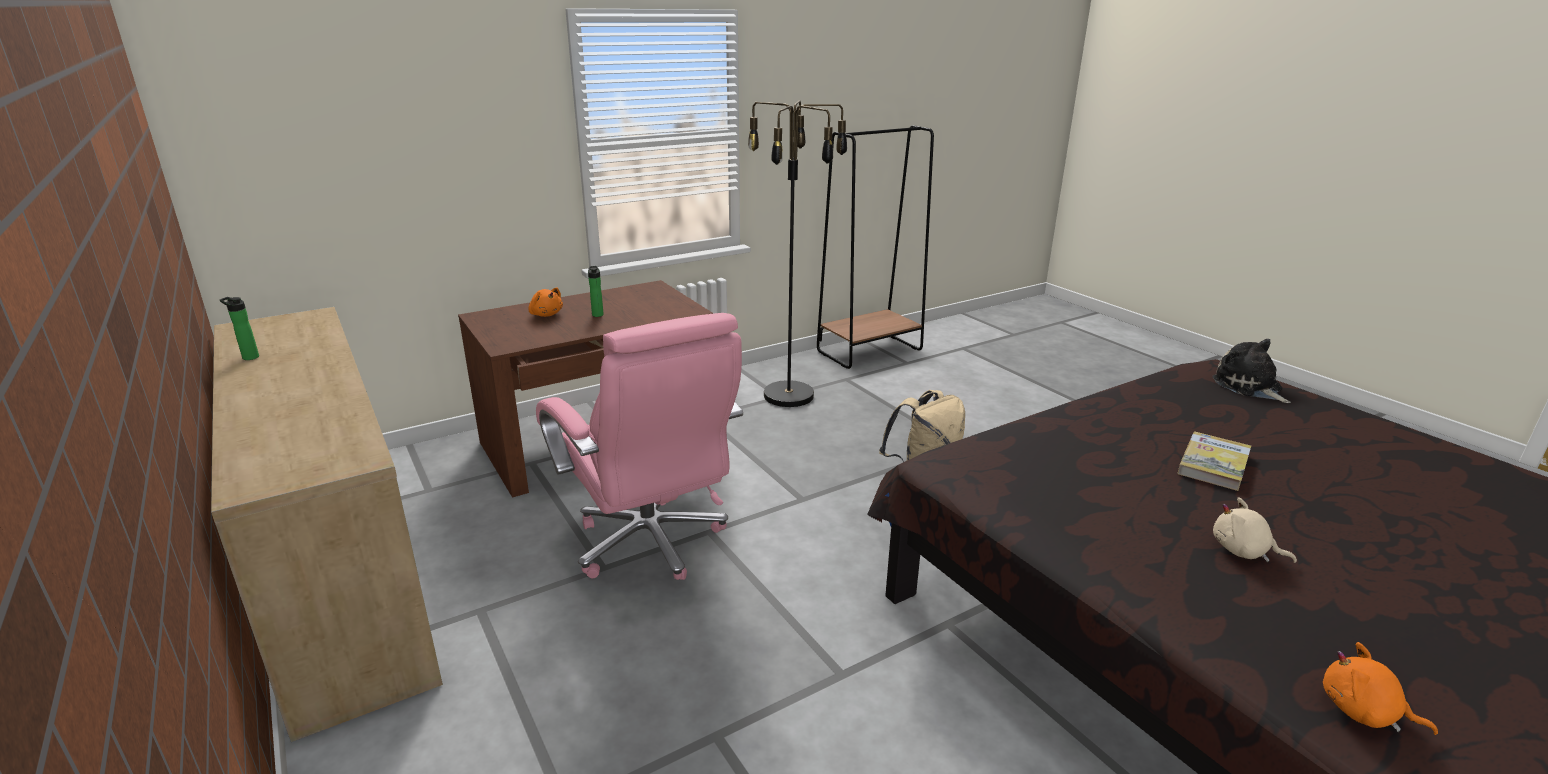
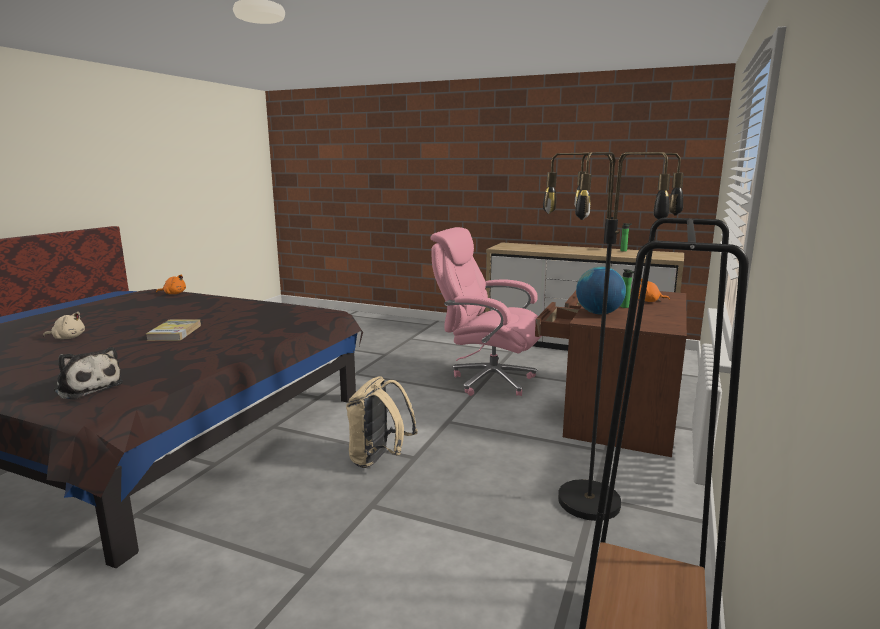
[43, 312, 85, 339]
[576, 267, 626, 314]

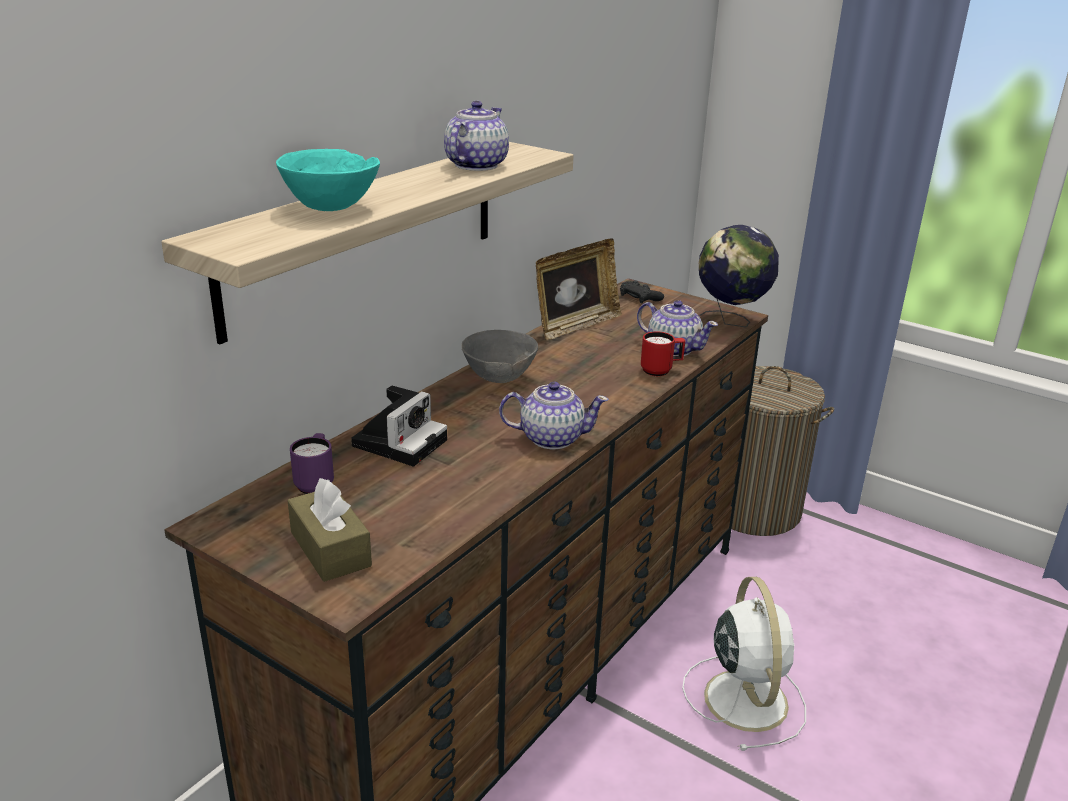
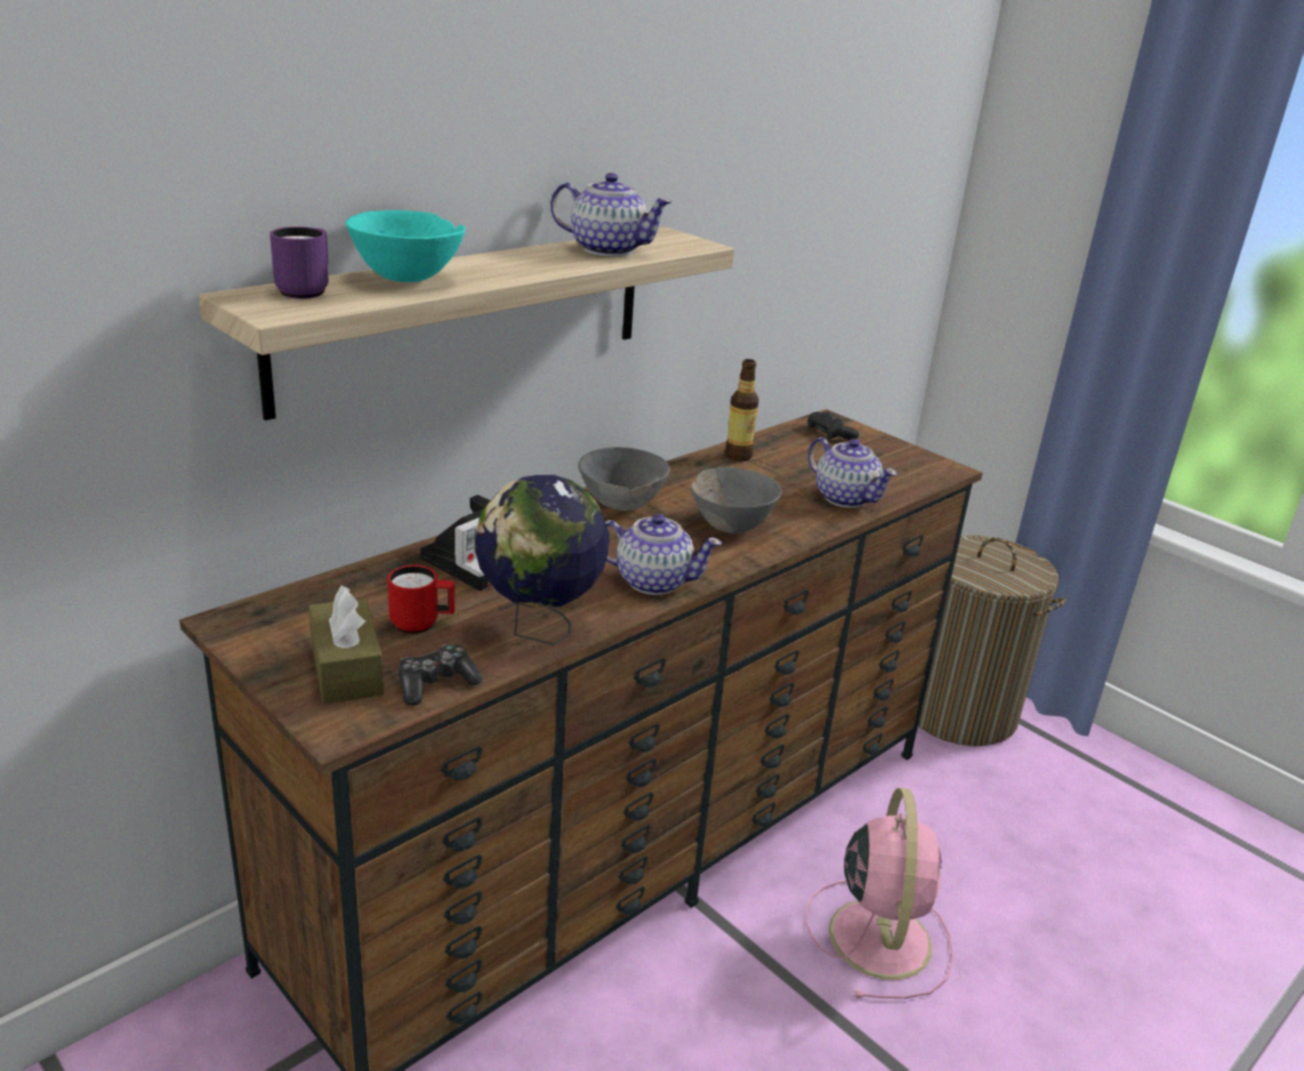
[270, 227, 328, 299]
[550, 173, 672, 257]
[725, 359, 759, 461]
[388, 565, 455, 634]
[806, 788, 954, 999]
[474, 475, 610, 645]
[398, 644, 482, 706]
[691, 467, 782, 534]

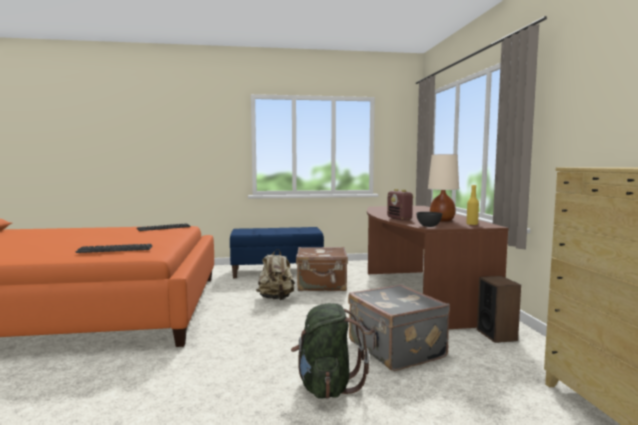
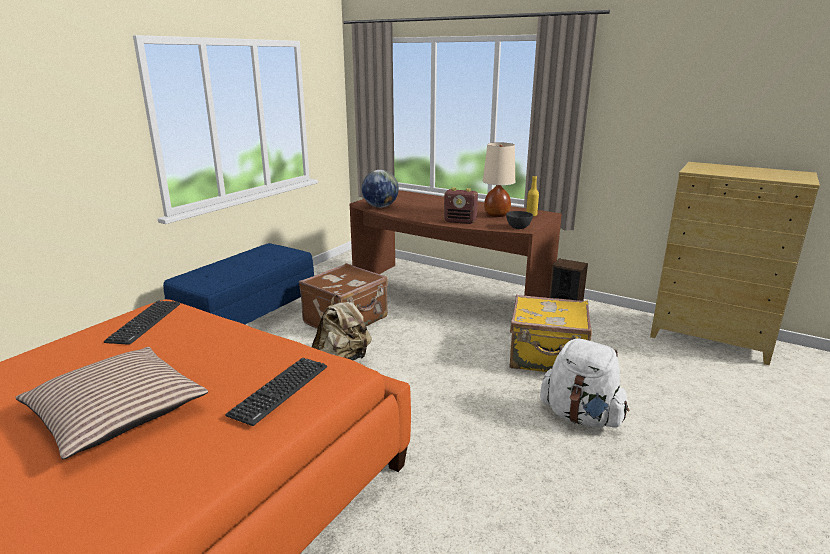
[540, 339, 629, 428]
[509, 294, 592, 372]
[15, 347, 208, 460]
[362, 170, 399, 208]

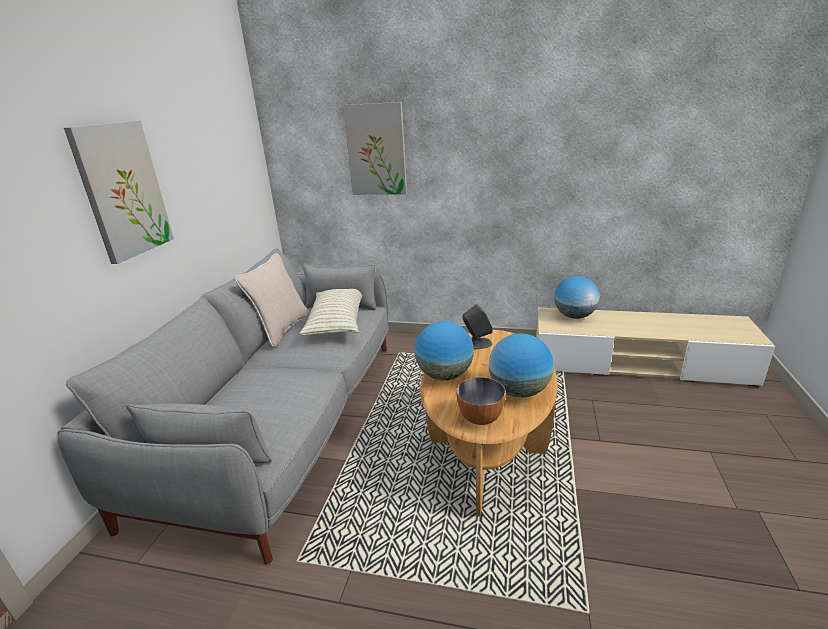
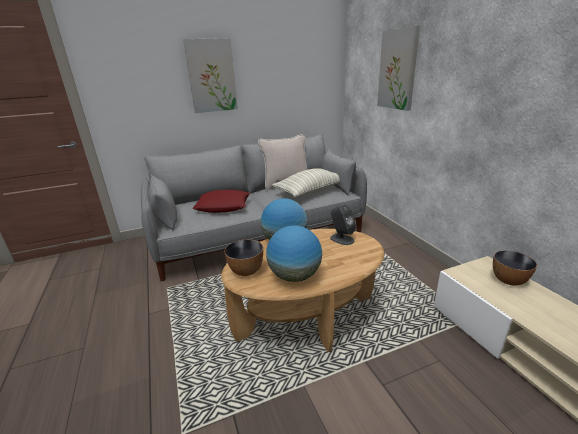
[493, 250, 537, 286]
[193, 190, 250, 213]

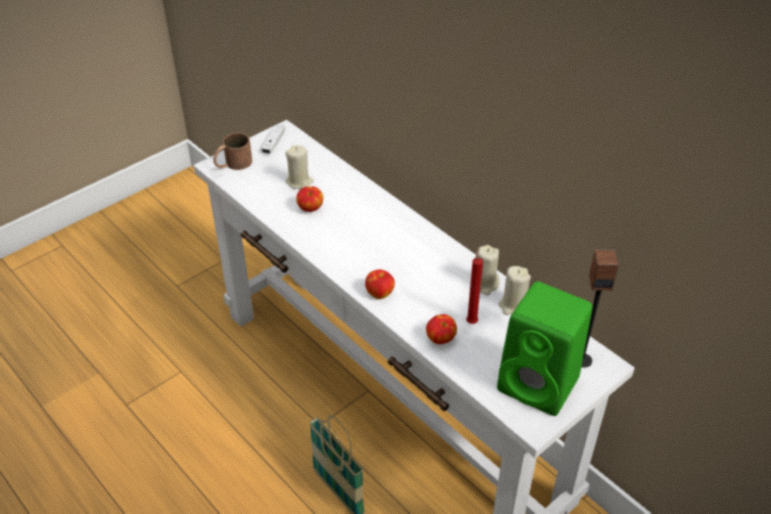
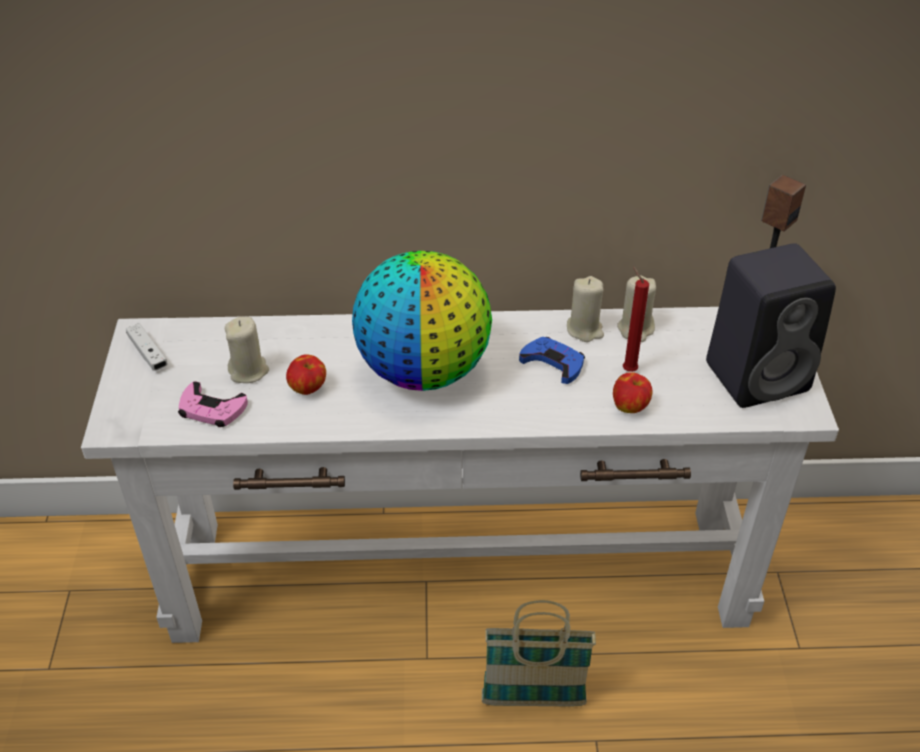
[213, 133, 252, 170] (first image)
[365, 269, 395, 299] (first image)
[706, 243, 836, 408]
[178, 381, 248, 427]
[352, 251, 492, 391]
[519, 337, 585, 384]

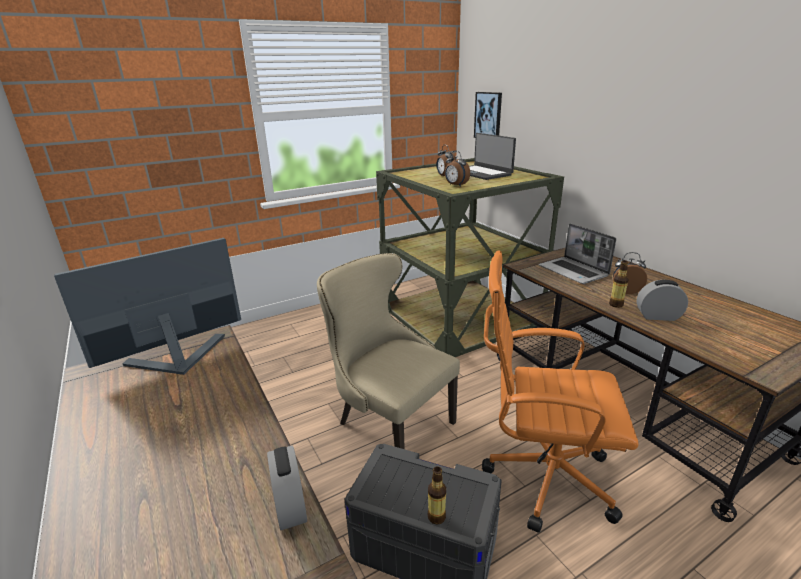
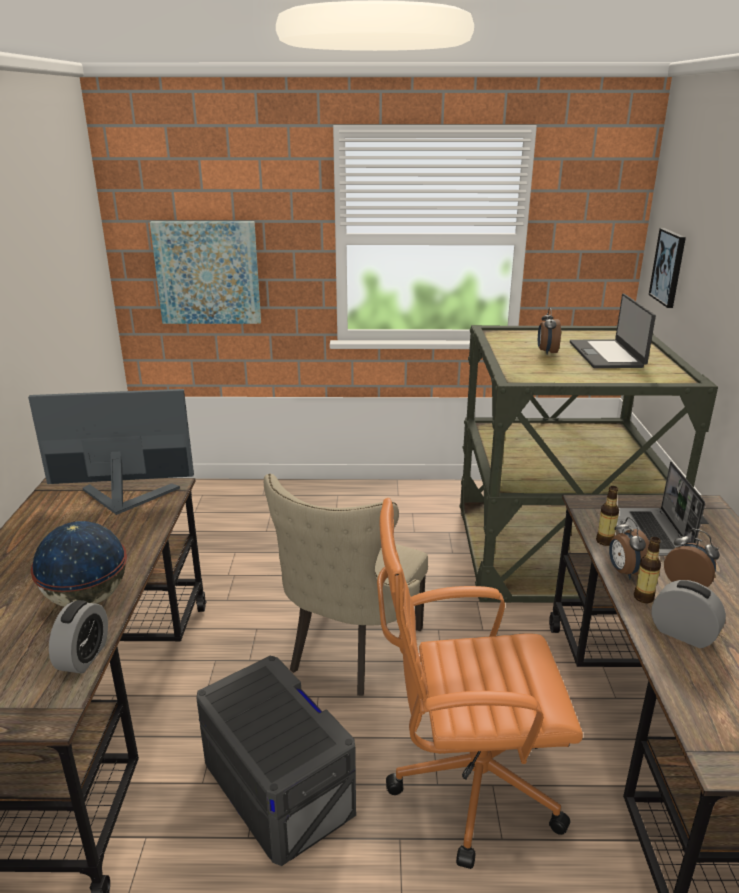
[264, 473, 428, 696]
[596, 486, 619, 546]
[609, 517, 649, 580]
[377, 498, 583, 869]
[31, 521, 127, 607]
[150, 221, 261, 324]

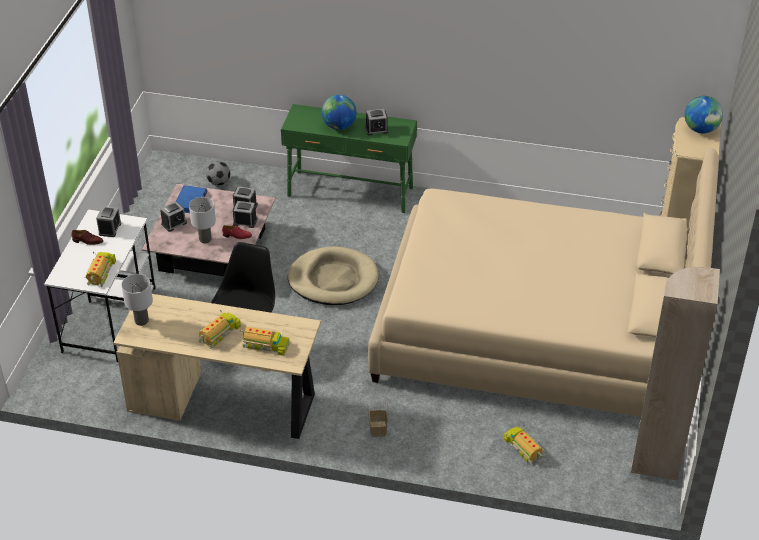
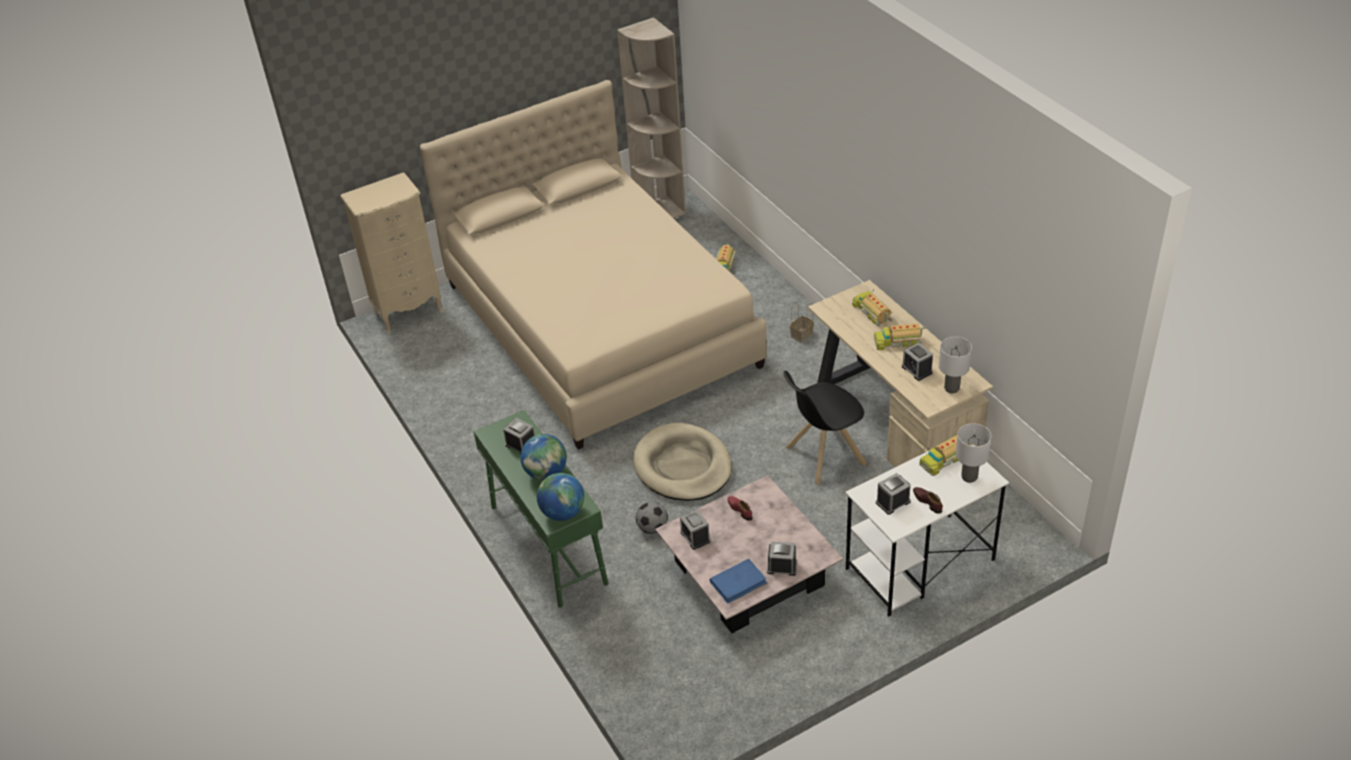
[956, 423, 991, 483]
[636, 502, 668, 534]
[902, 343, 933, 381]
[537, 473, 584, 521]

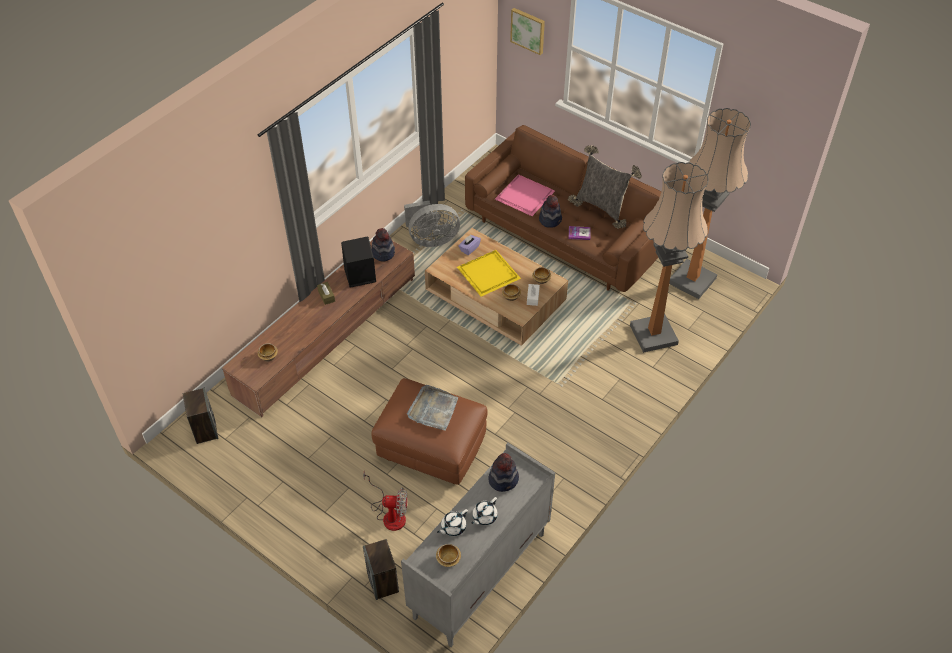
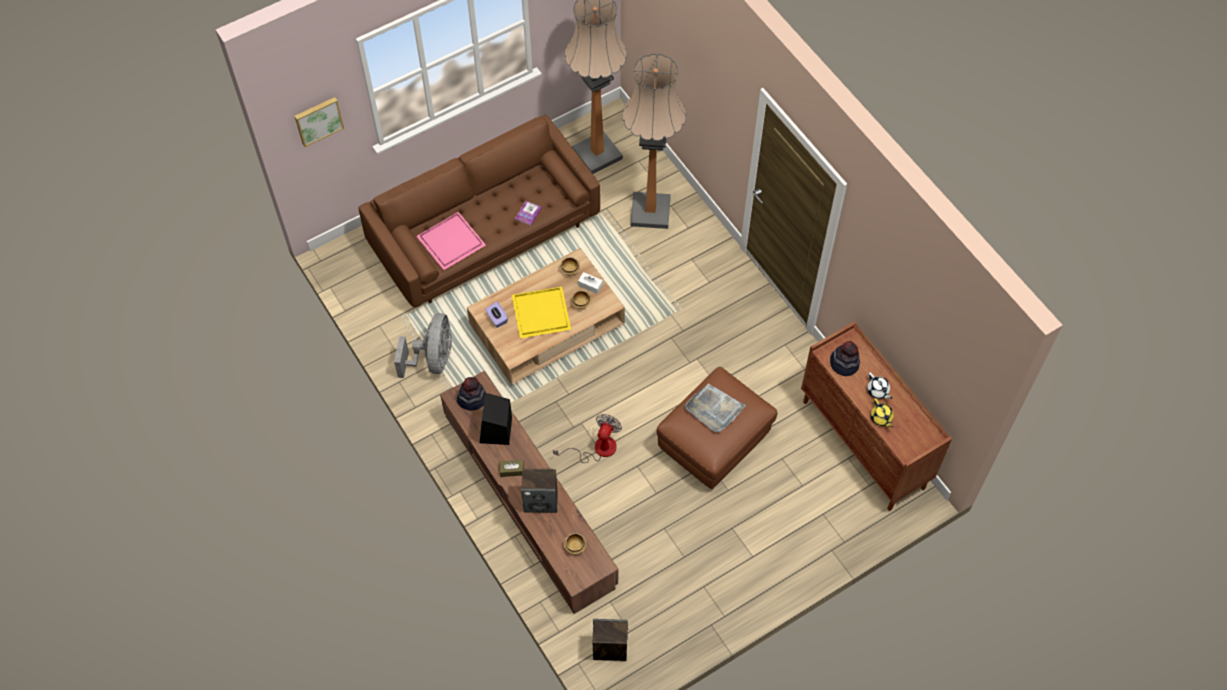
[553, 414, 622, 463]
[521, 469, 558, 513]
[801, 321, 952, 511]
[436, 544, 461, 567] (first image)
[870, 398, 894, 428]
[539, 195, 562, 228] (first image)
[568, 145, 642, 229] (first image)

